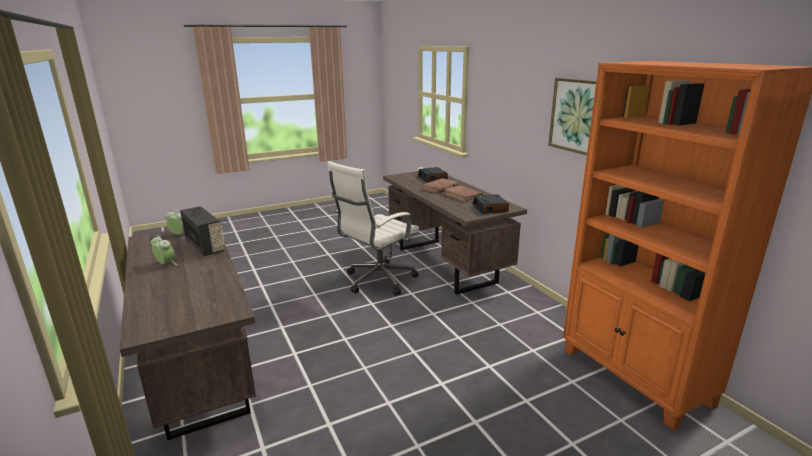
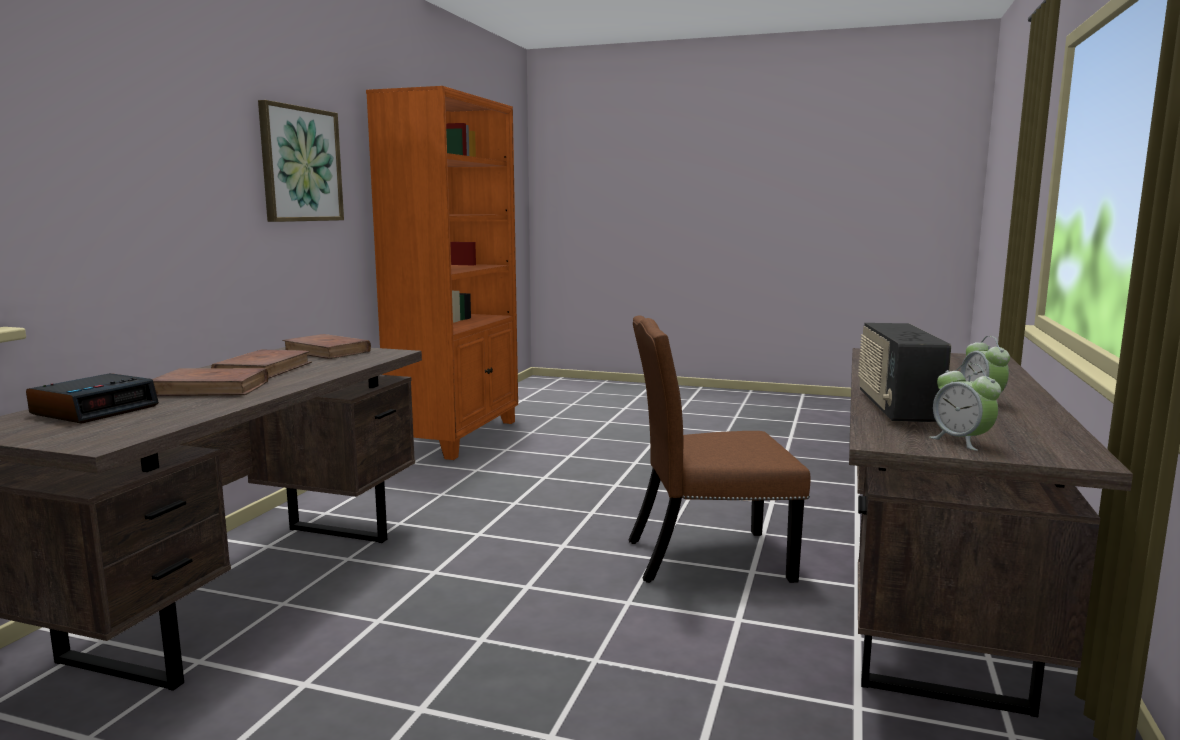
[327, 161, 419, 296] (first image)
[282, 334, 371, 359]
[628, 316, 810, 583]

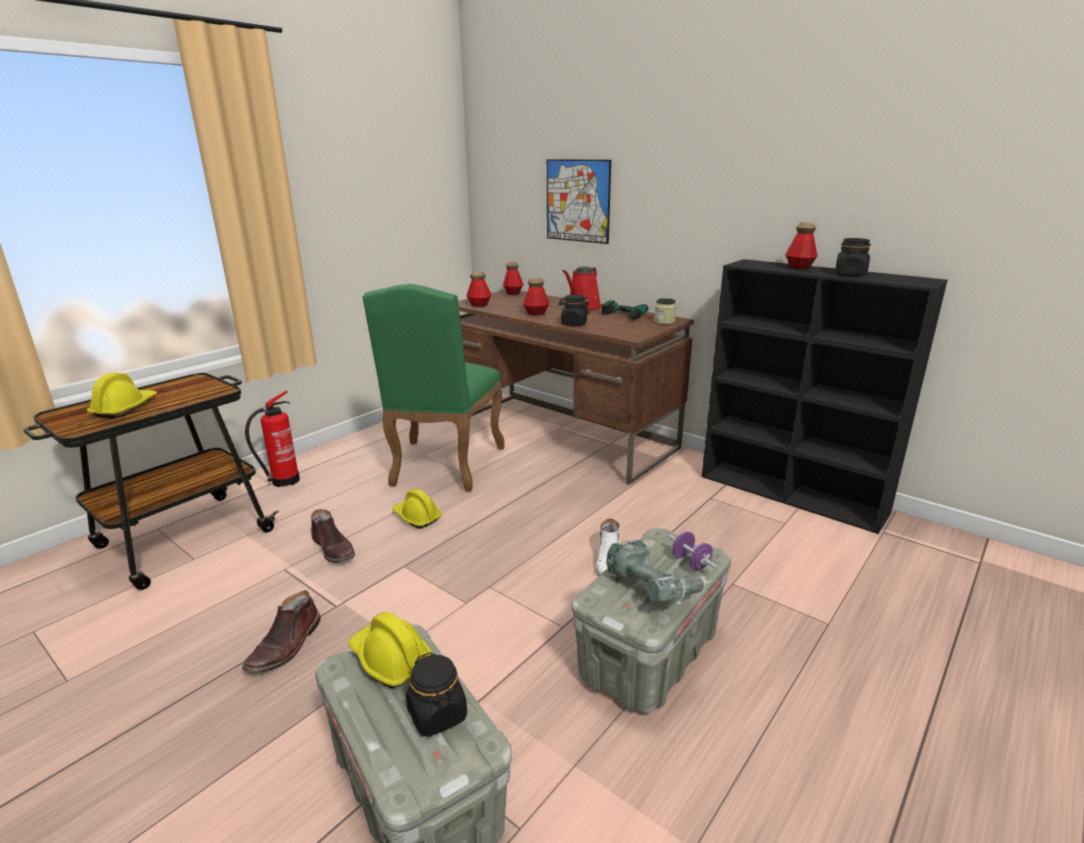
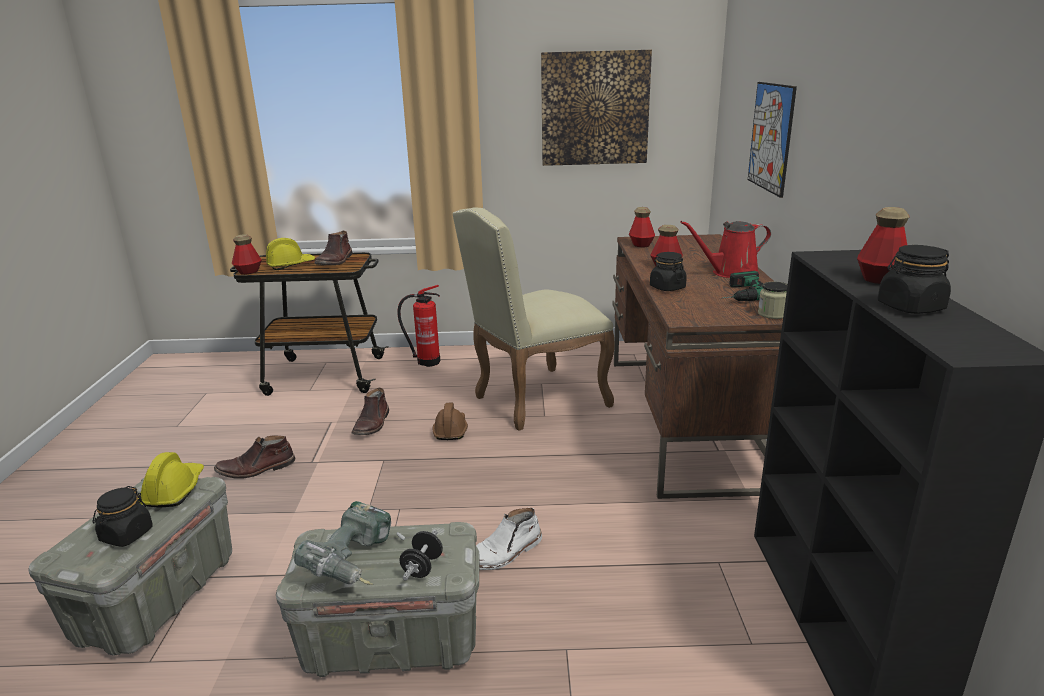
[453, 207, 614, 431]
[433, 403, 468, 440]
[232, 234, 262, 275]
[400, 530, 443, 581]
[315, 231, 353, 265]
[541, 50, 652, 166]

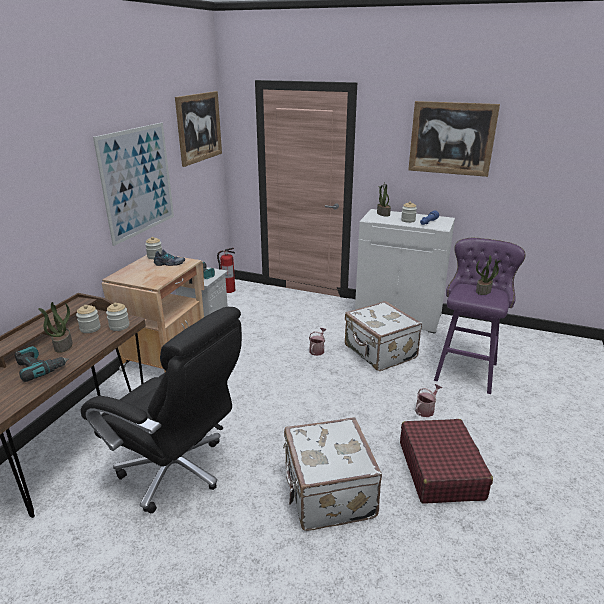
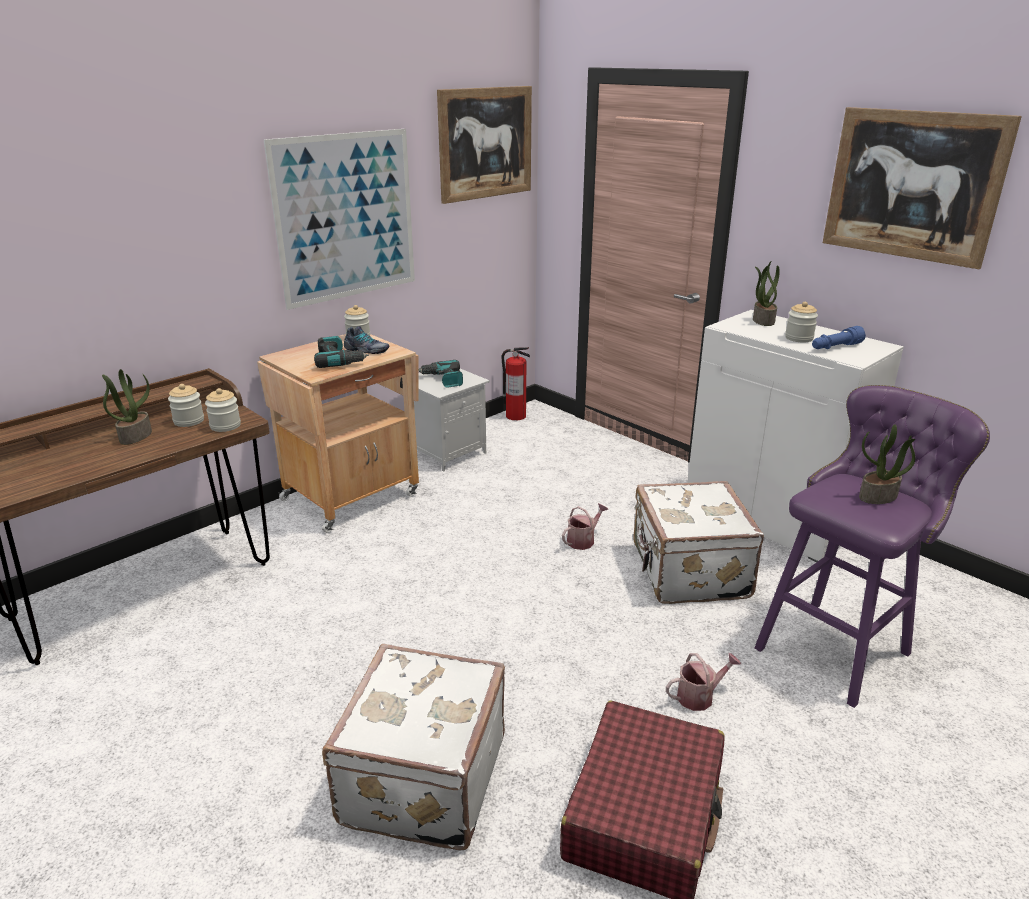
[314, 336, 369, 368]
[81, 307, 242, 513] (first image)

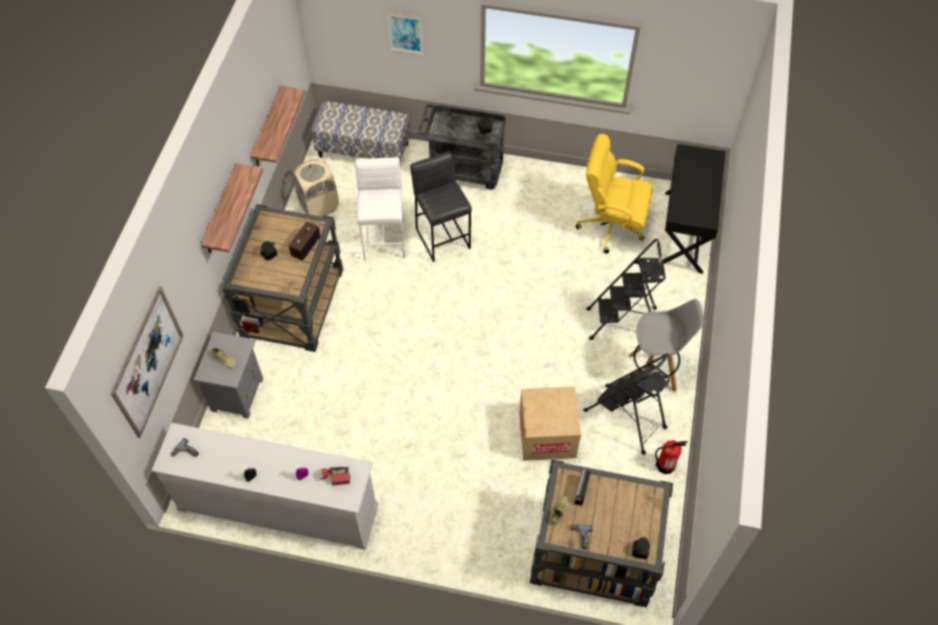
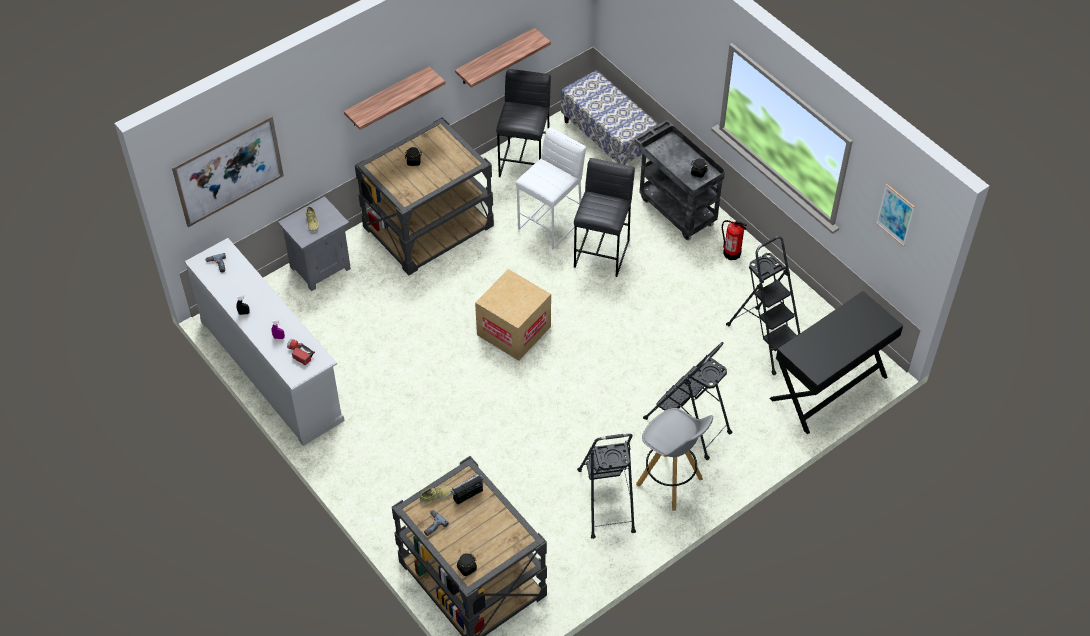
[289, 221, 320, 261] (first image)
[496, 69, 551, 177]
[876, 184, 915, 246]
[475, 269, 551, 361]
[726, 236, 800, 375]
[722, 220, 747, 260]

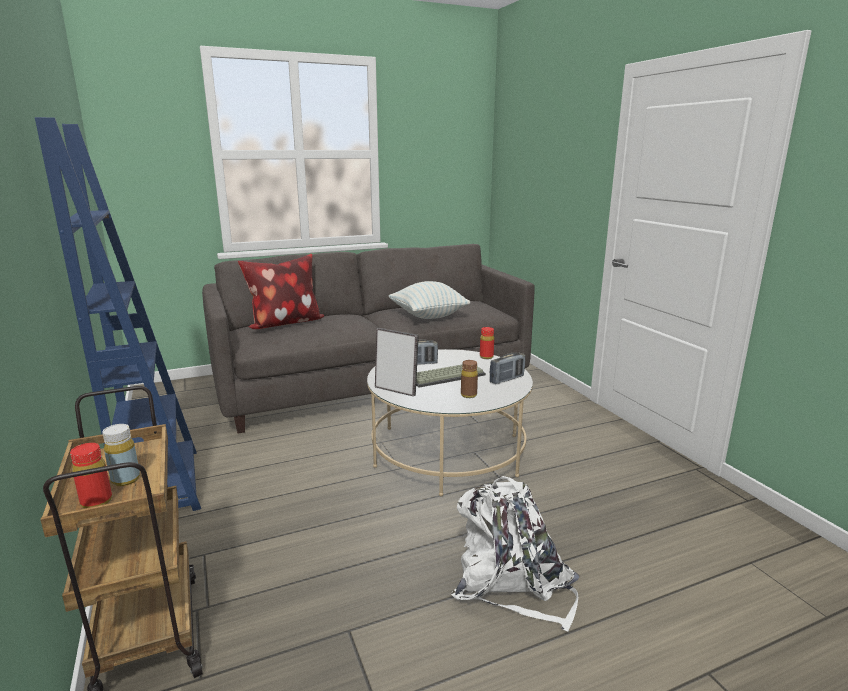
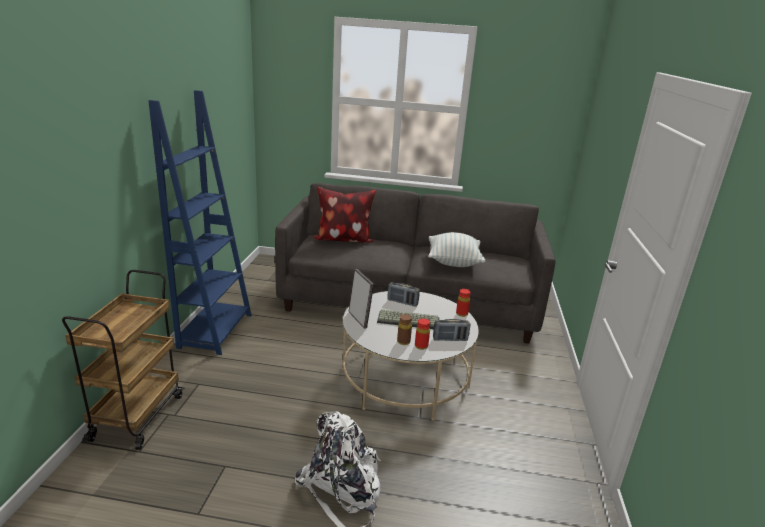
[415, 318, 430, 350]
[102, 424, 140, 486] (first image)

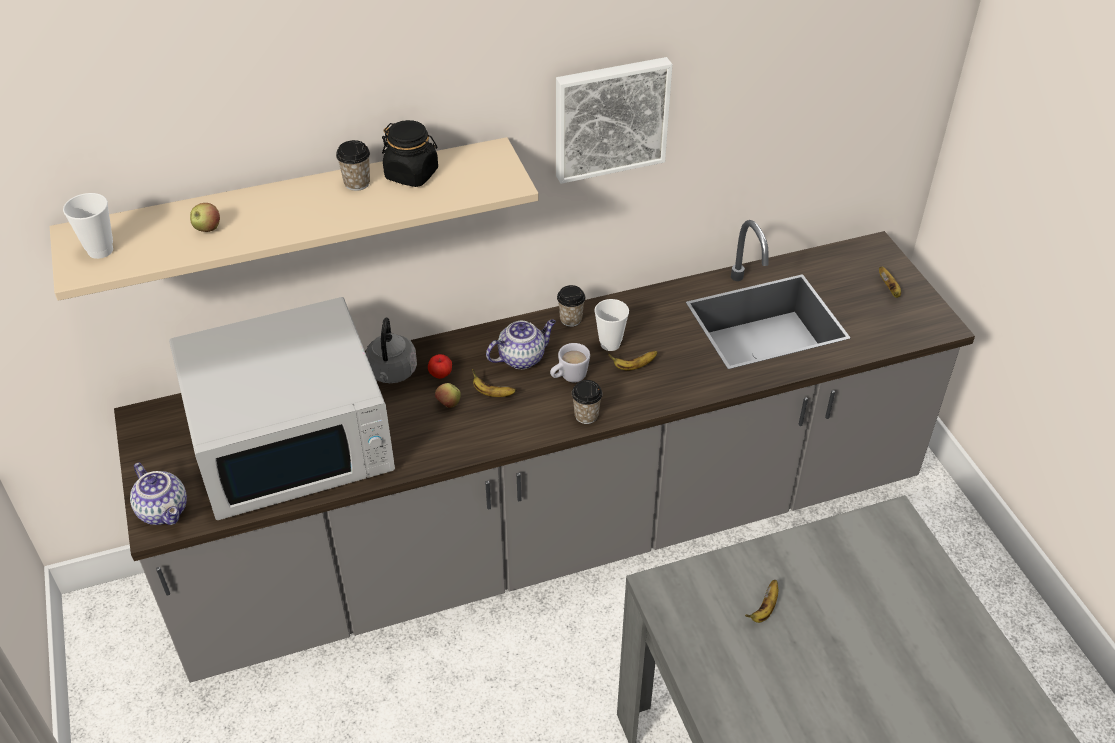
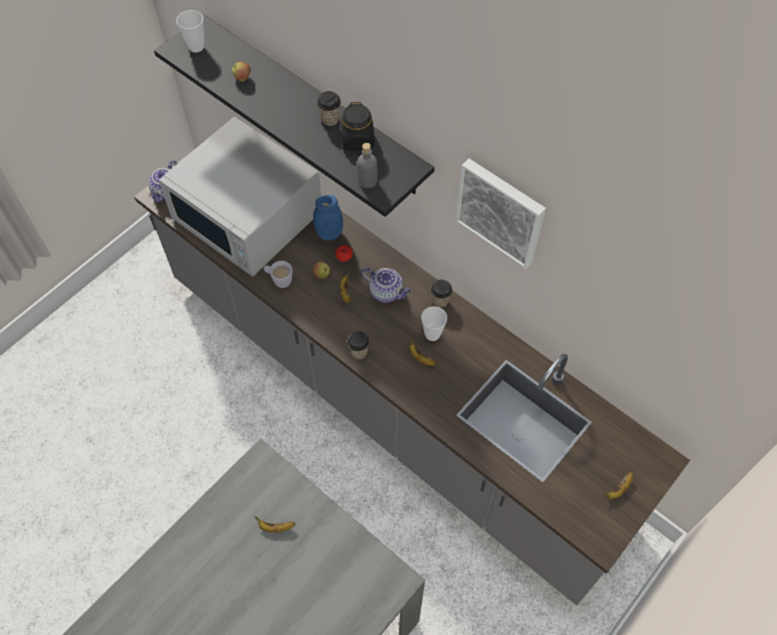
[154, 15, 434, 217]
[313, 195, 343, 241]
[263, 261, 292, 288]
[357, 143, 378, 188]

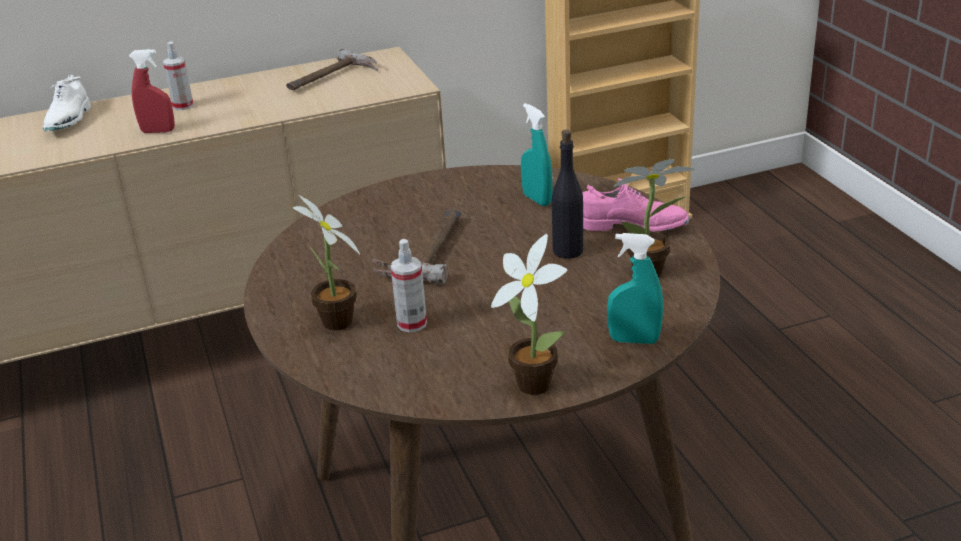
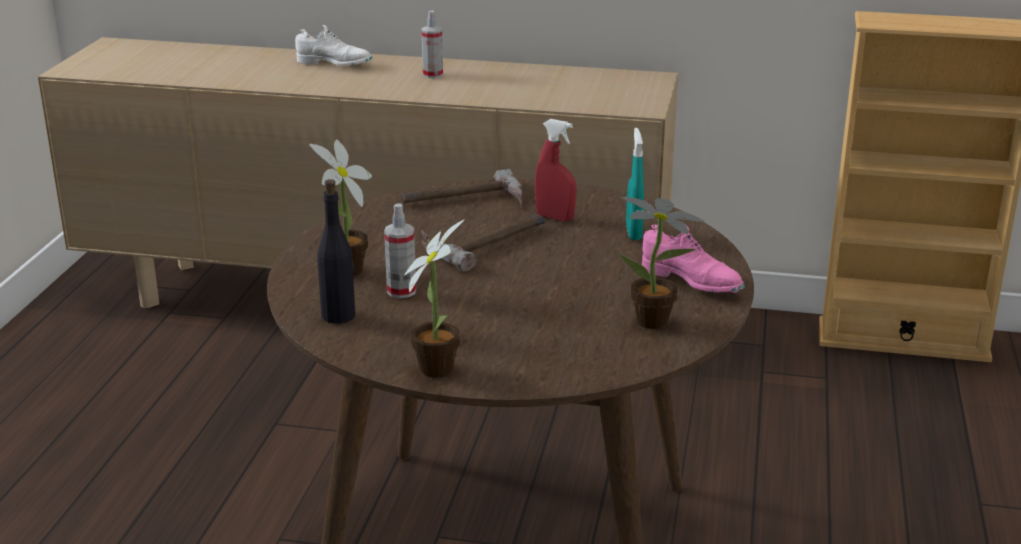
[295, 25, 373, 65]
[535, 119, 576, 221]
[400, 168, 522, 208]
[317, 179, 355, 324]
[607, 233, 663, 344] (first image)

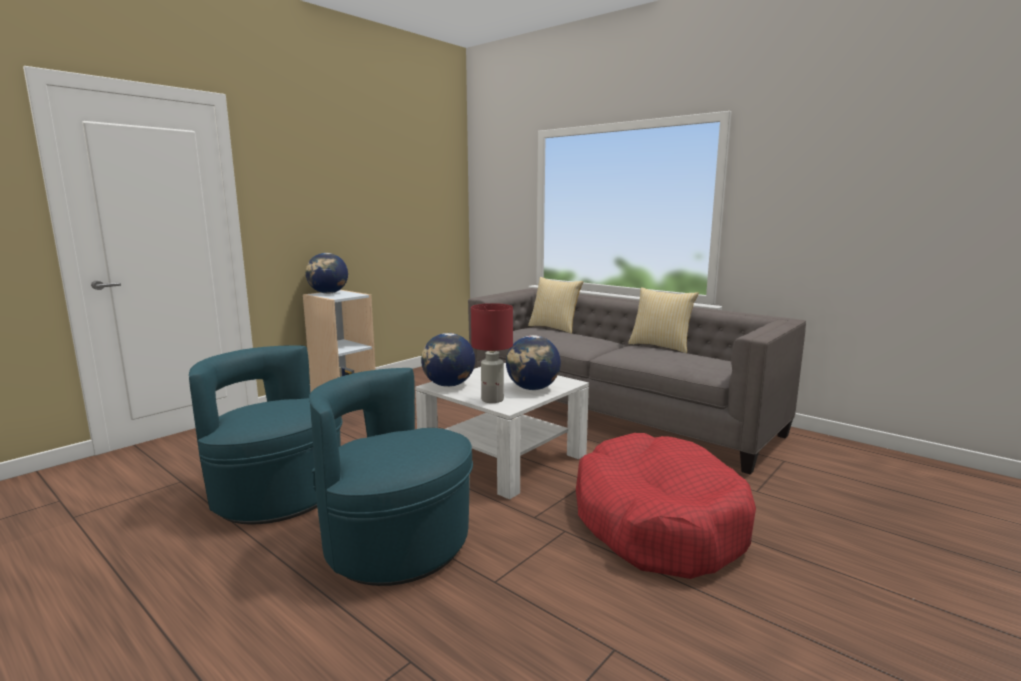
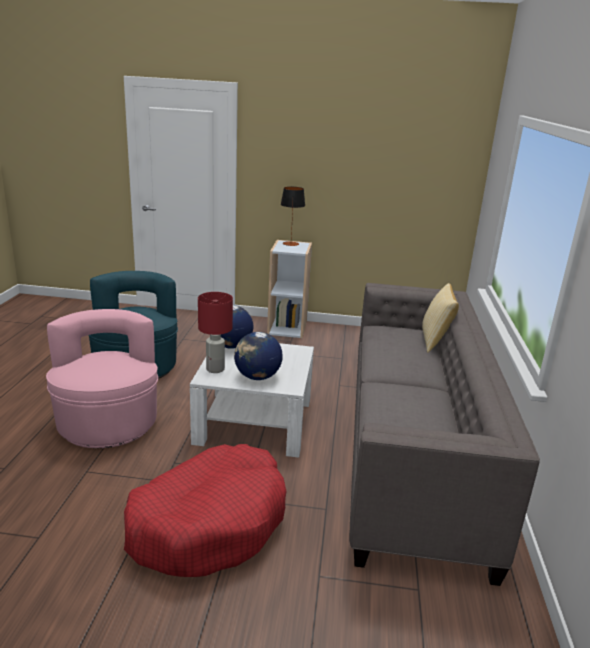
[281, 187, 305, 246]
[46, 309, 158, 448]
[628, 287, 699, 353] (first image)

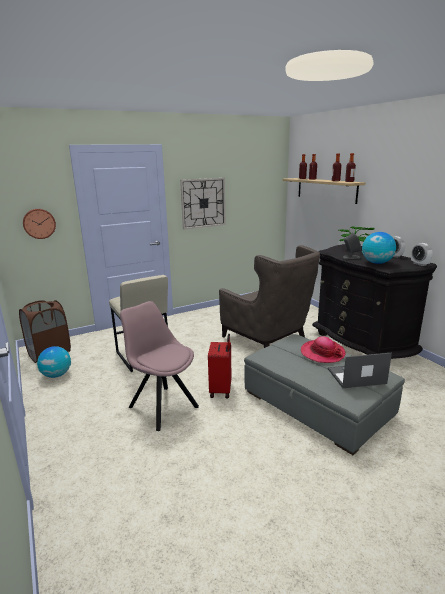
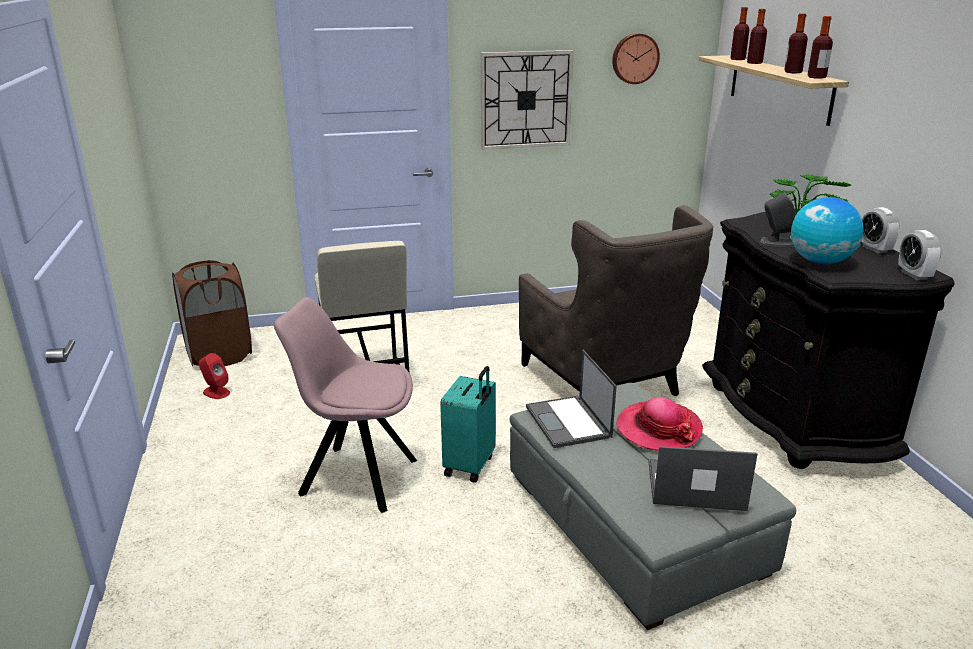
[612, 33, 660, 84]
[199, 353, 230, 399]
[274, 297, 417, 513]
[440, 366, 496, 483]
[526, 349, 617, 448]

